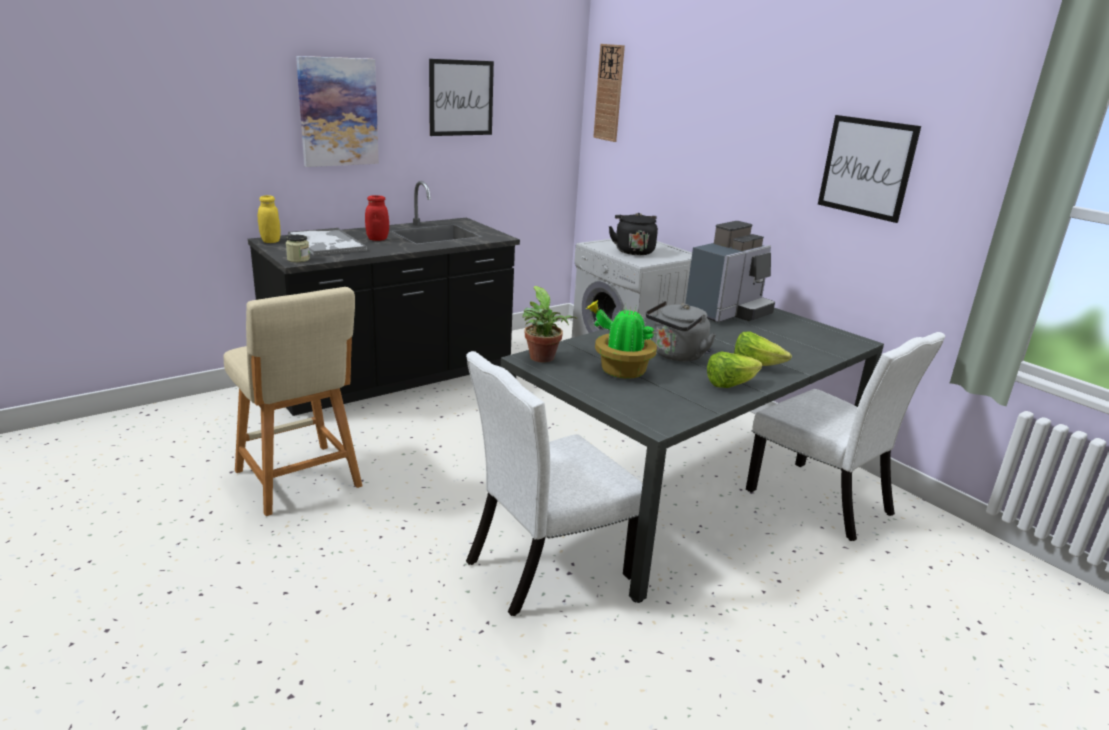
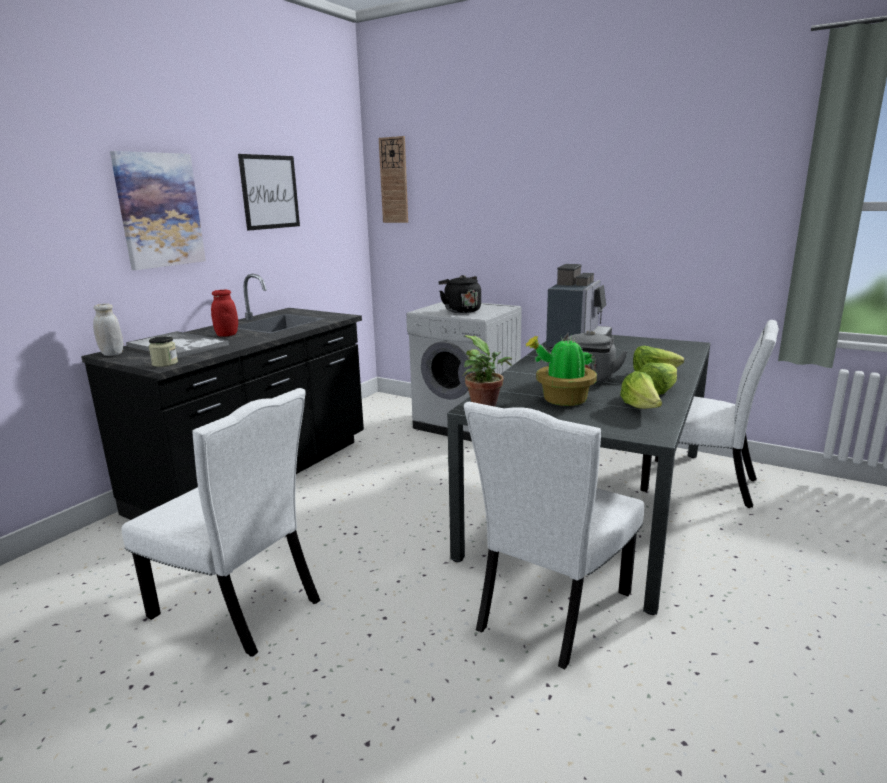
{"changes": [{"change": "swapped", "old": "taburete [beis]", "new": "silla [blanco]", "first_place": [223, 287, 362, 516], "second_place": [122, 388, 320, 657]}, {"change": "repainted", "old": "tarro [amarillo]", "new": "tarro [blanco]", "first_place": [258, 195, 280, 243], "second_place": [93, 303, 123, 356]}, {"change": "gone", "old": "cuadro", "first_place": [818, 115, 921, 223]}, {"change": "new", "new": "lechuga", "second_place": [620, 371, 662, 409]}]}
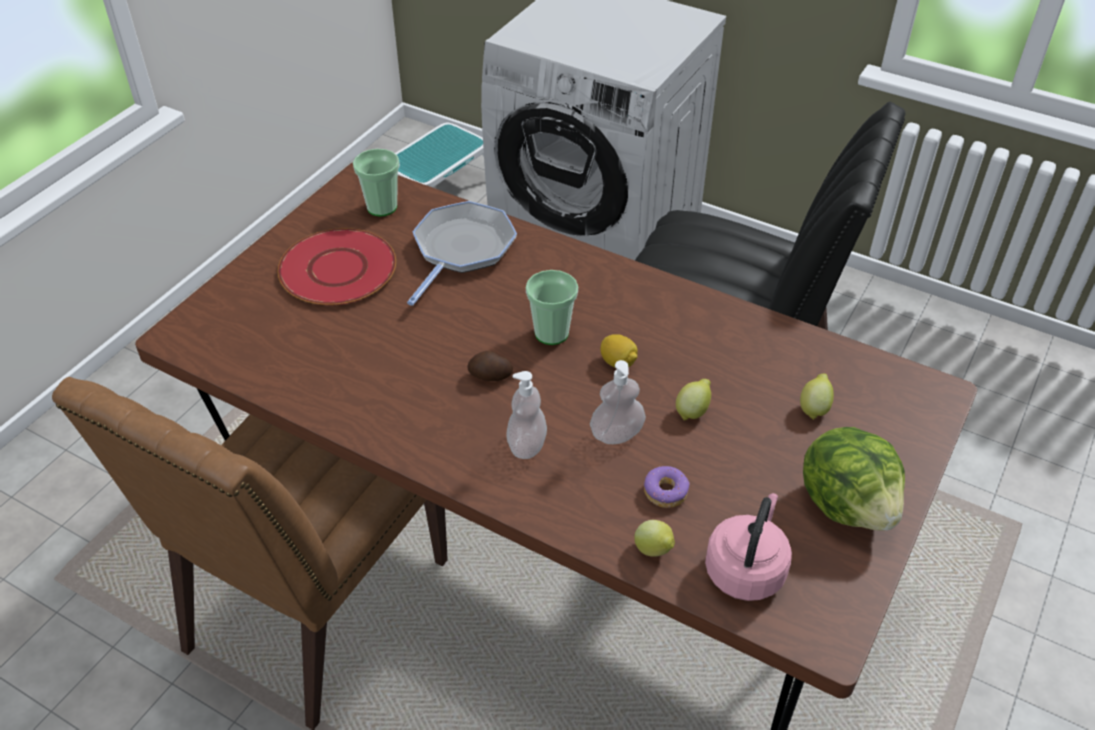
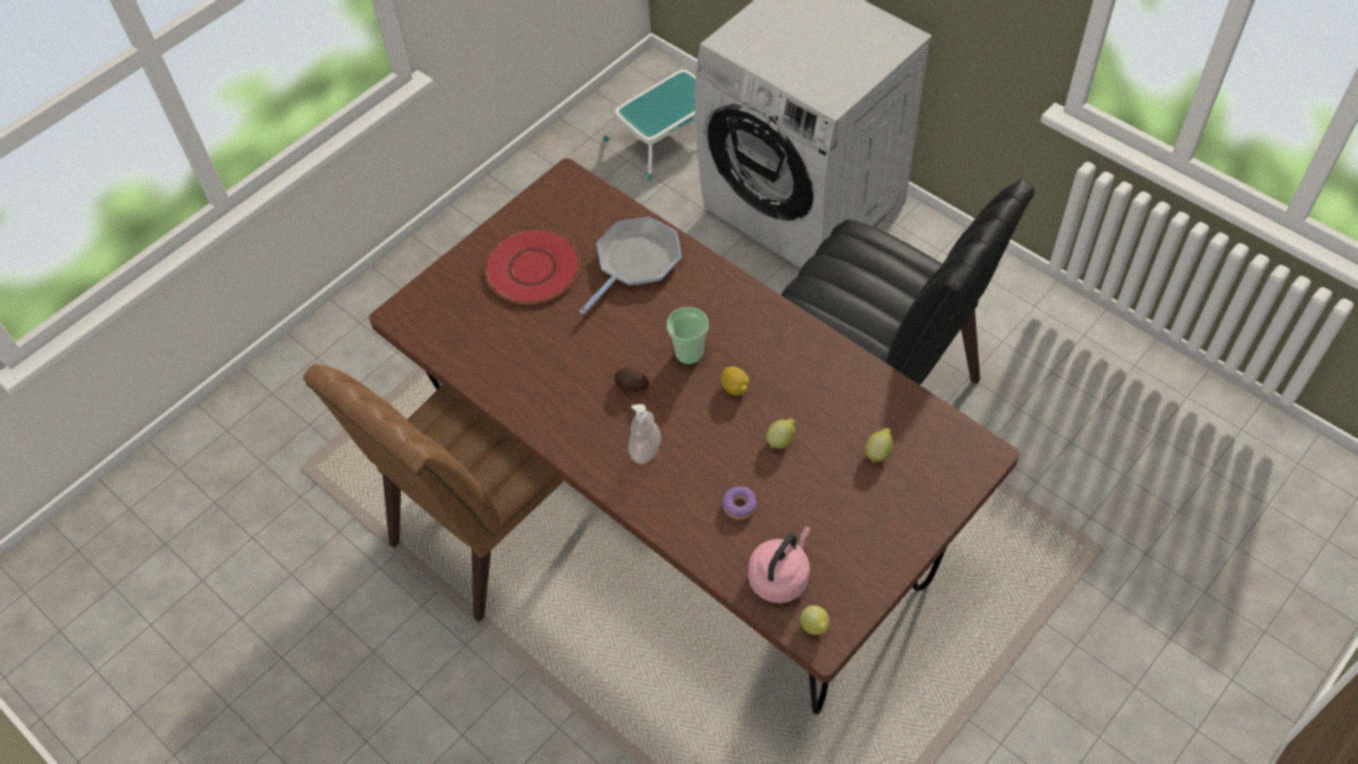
{"changes": [{"change": "gone", "old": "taza", "first_place": [353, 149, 400, 217]}, {"change": "gone", "old": "dispensador de jabón", "first_place": [590, 360, 646, 444]}, {"change": "shifted", "old": "limón", "first_place": [634, 520, 675, 557], "second_place": [800, 605, 829, 635]}, {"change": "gone", "old": "lechuga", "first_place": [803, 427, 905, 531]}]}
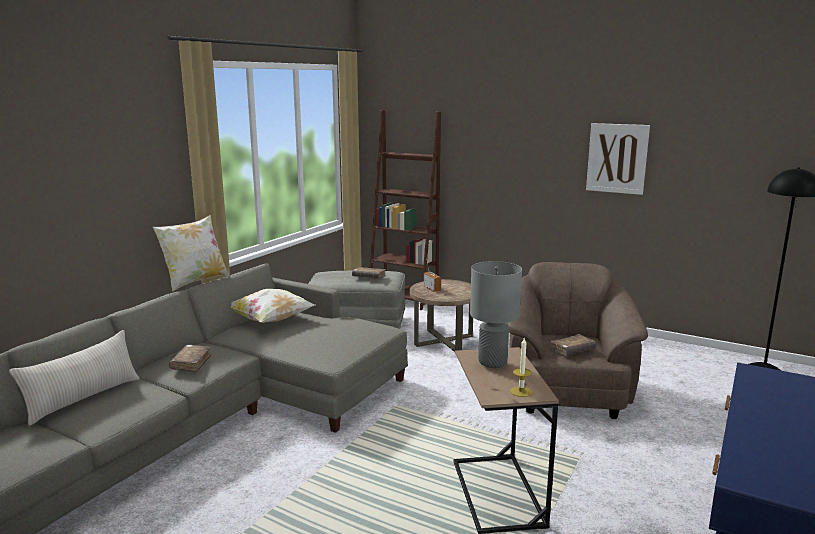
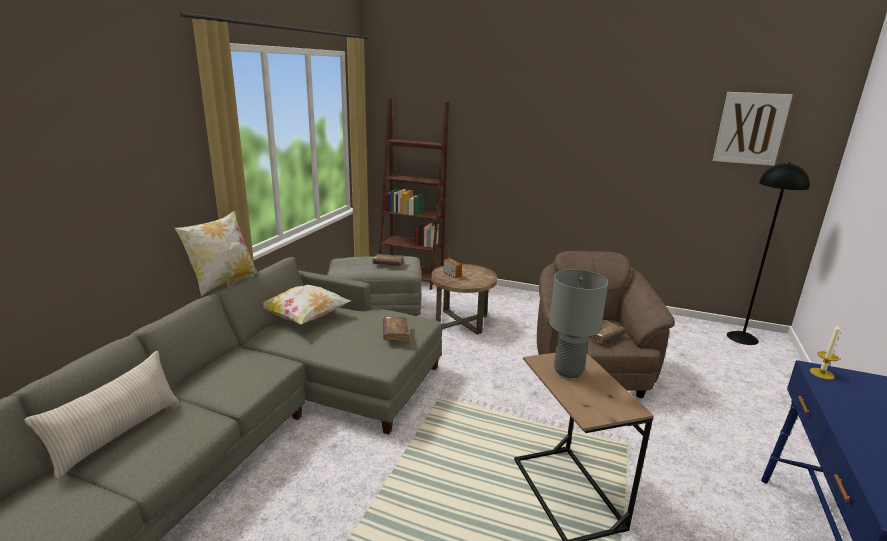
{"changes": [{"change": "shifted", "old": "libro [marrón]", "first_place": [169, 345, 211, 373], "second_place": [383, 317, 410, 343]}, {"change": "shifted", "old": "vela", "first_place": [510, 338, 532, 397], "second_place": [810, 324, 840, 380]}, {"change": "shifted", "old": "cuadro", "first_place": [586, 123, 650, 195], "second_place": [713, 92, 793, 166]}]}
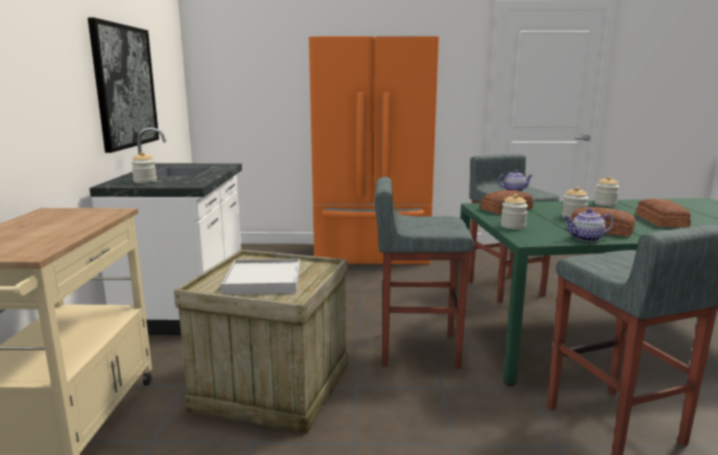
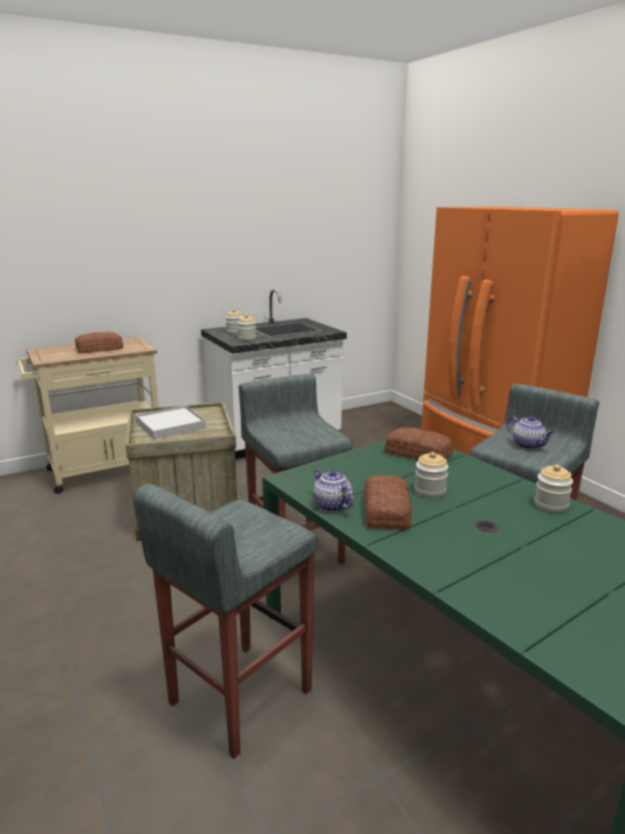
{"changes": [{"change": "gone", "old": "cuadro", "first_place": [88, 17, 159, 153]}, {"change": "shifted", "old": "tarro", "first_place": [501, 194, 528, 229], "second_place": [238, 314, 256, 341]}, {"change": "shifted", "old": "pan", "first_place": [636, 199, 691, 227], "second_place": [75, 332, 123, 354]}]}
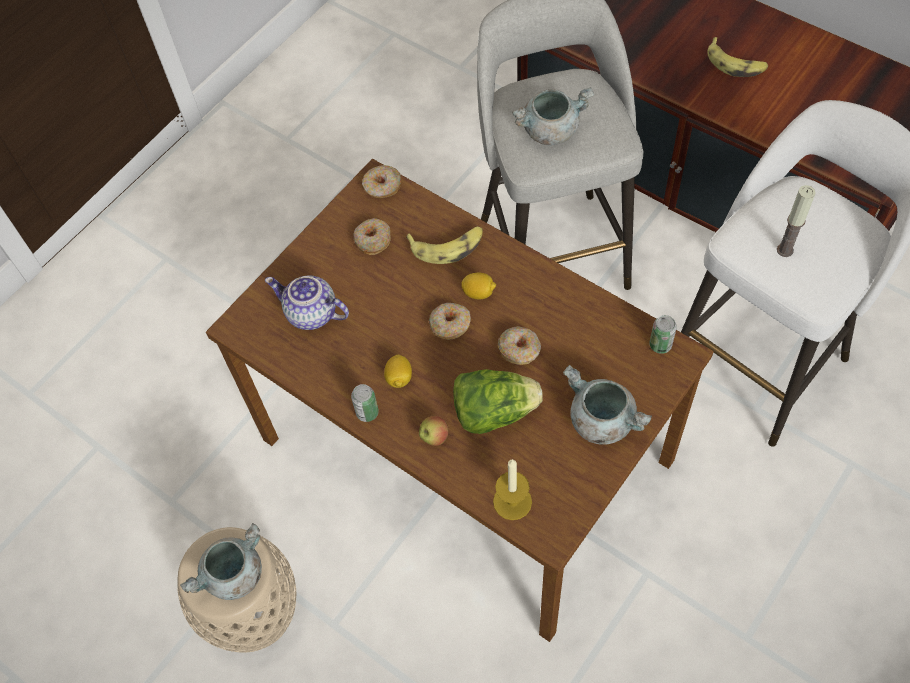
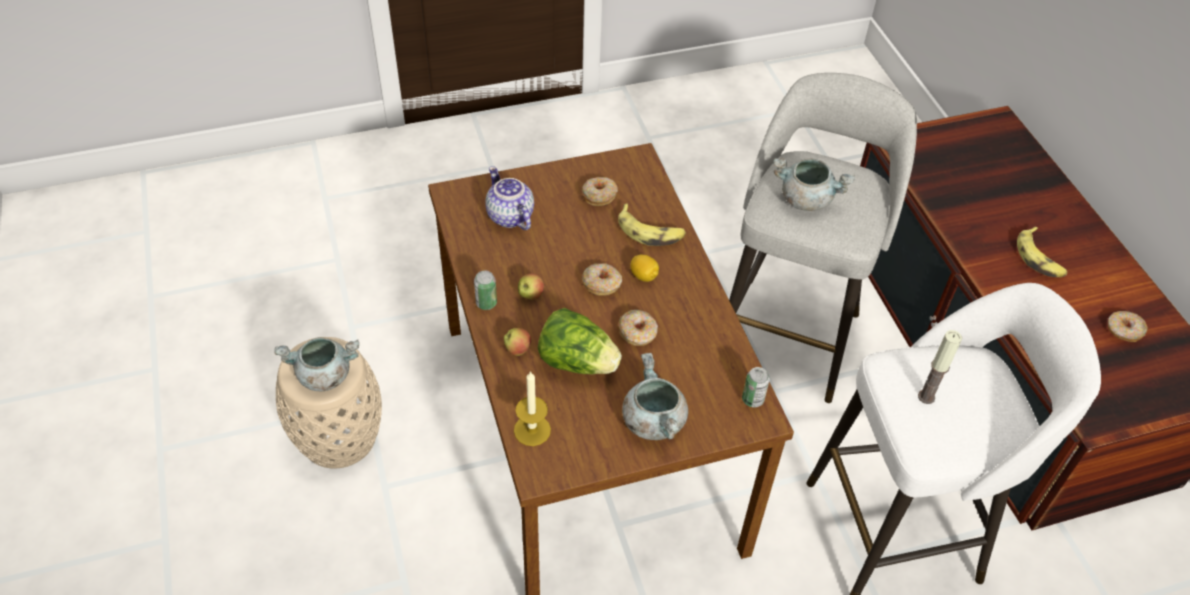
{"changes": [{"change": "shifted", "old": "rosquilla", "first_place": [362, 165, 401, 198], "second_place": [1108, 311, 1148, 342]}, {"change": "swapped", "old": "limón", "new": "manzana", "first_place": [384, 355, 412, 388], "second_place": [518, 273, 544, 300]}]}
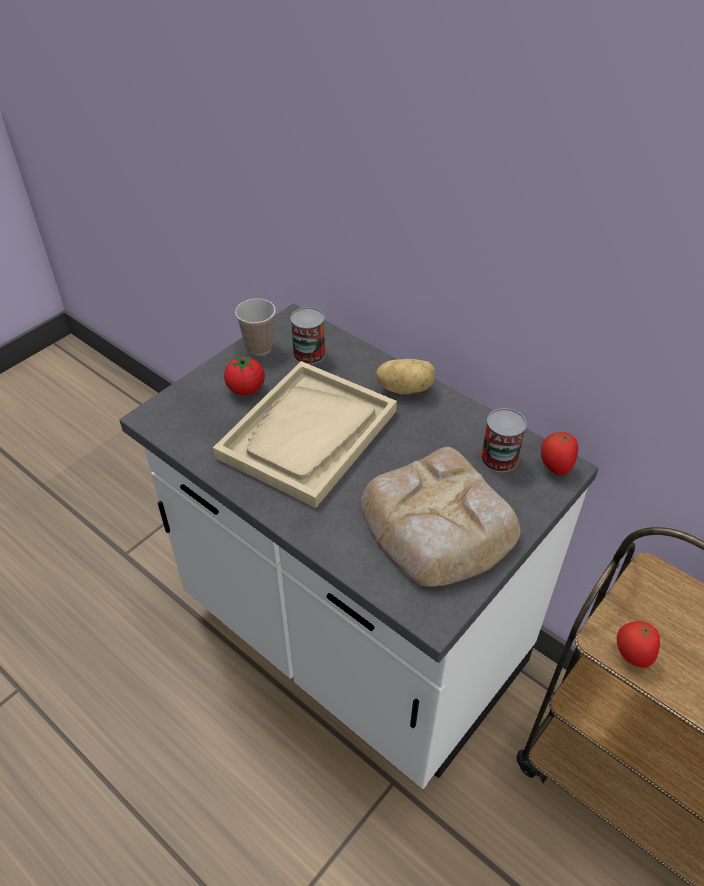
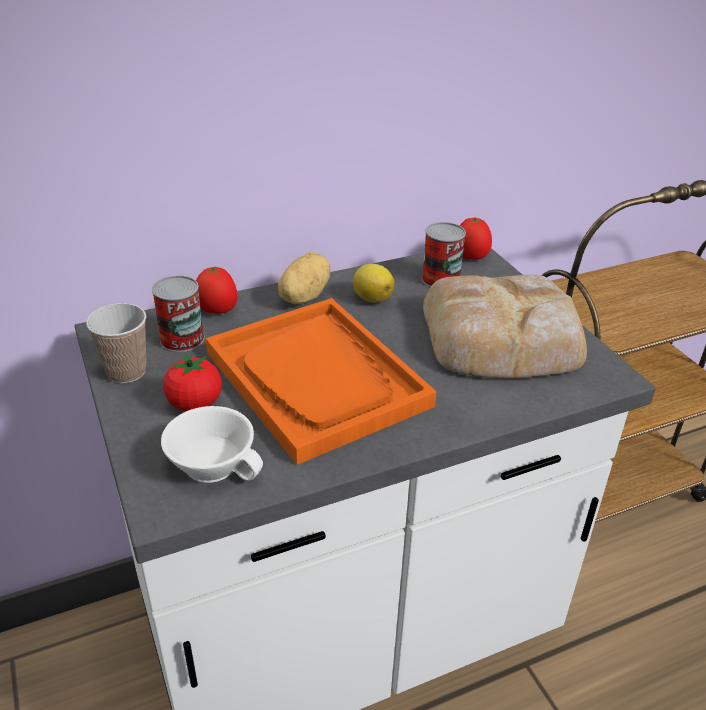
{"changes": [{"change": "repainted", "old": "bandeja [beis]", "new": "bandeja [naranja]", "first_place": [213, 361, 397, 508], "second_place": [206, 298, 437, 465]}, {"change": "shifted", "old": "tomate", "first_place": [617, 620, 660, 668], "second_place": [196, 266, 237, 314]}, {"change": "new", "new": "taza [blanco]", "second_place": [161, 406, 263, 483]}, {"change": "new", "new": "limón", "second_place": [353, 264, 394, 303]}]}
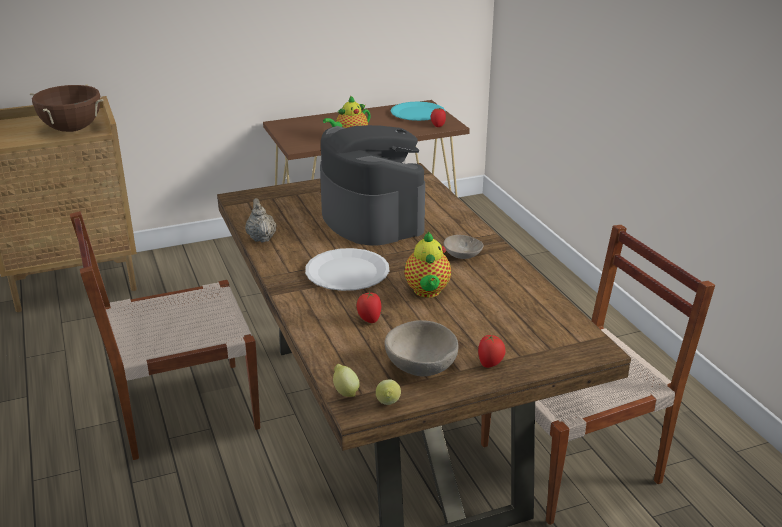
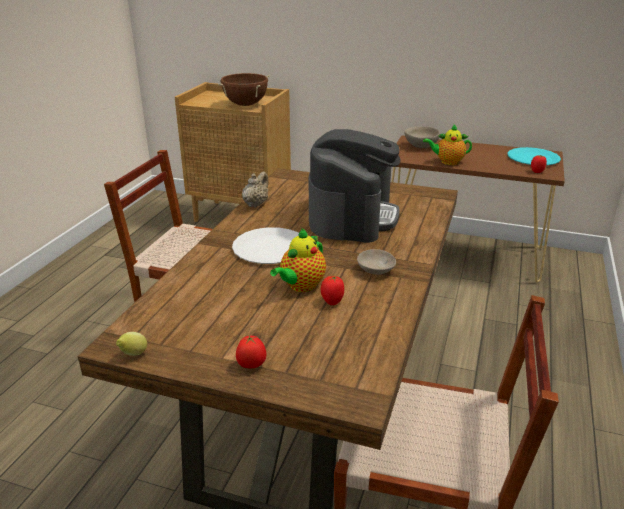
{"changes": [{"change": "gone", "old": "limón", "first_place": [333, 364, 360, 397]}, {"change": "shifted", "old": "tomate", "first_place": [357, 292, 381, 323], "second_place": [320, 275, 344, 305]}, {"change": "shifted", "old": "cuenco [beis]", "first_place": [385, 320, 459, 377], "second_place": [405, 126, 440, 148]}]}
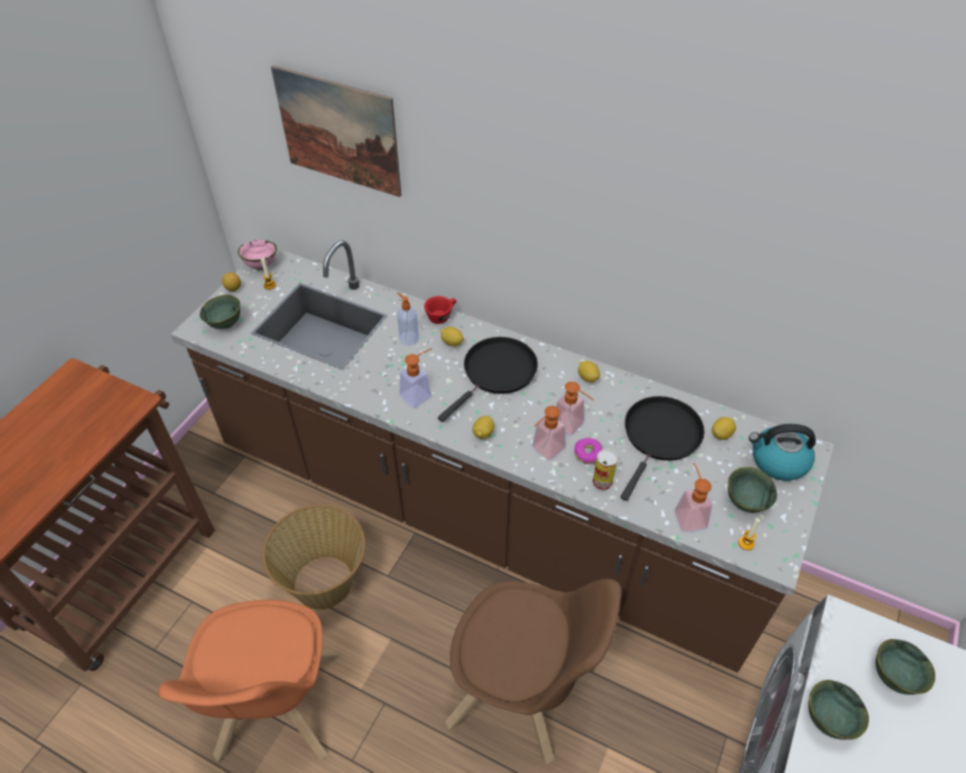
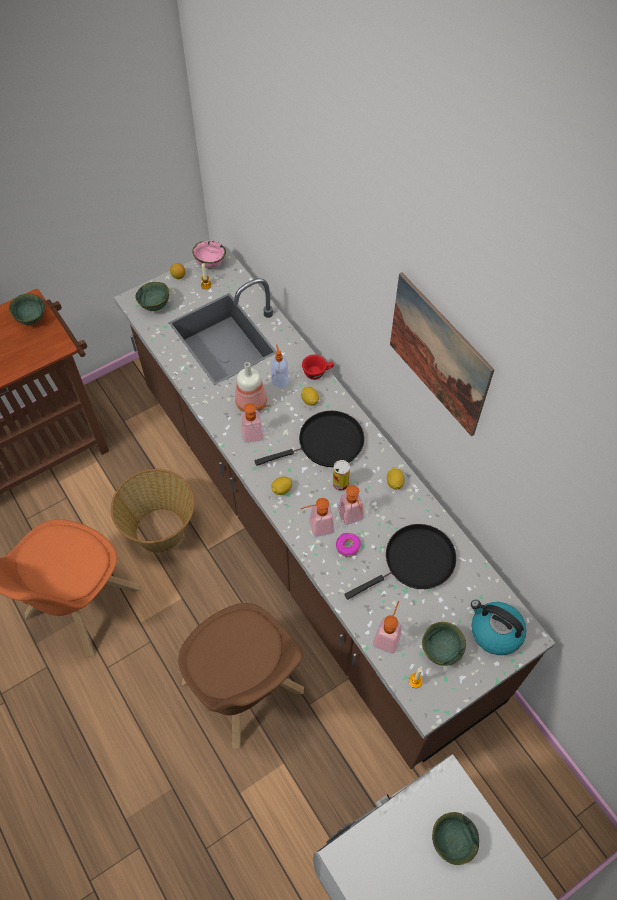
{"changes": [{"change": "shifted", "old": "cuadro", "first_place": [271, 66, 402, 197], "second_place": [390, 272, 495, 437]}, {"change": "shifted", "old": "lata", "first_place": [593, 449, 618, 491], "second_place": [333, 460, 350, 491]}, {"change": "gone", "old": "limón", "first_place": [712, 417, 736, 440]}, {"change": "shifted", "old": "cuenco [verde]", "first_place": [808, 680, 869, 740], "second_place": [9, 294, 45, 325]}, {"change": "new", "new": "botella", "second_place": [235, 362, 267, 412]}]}
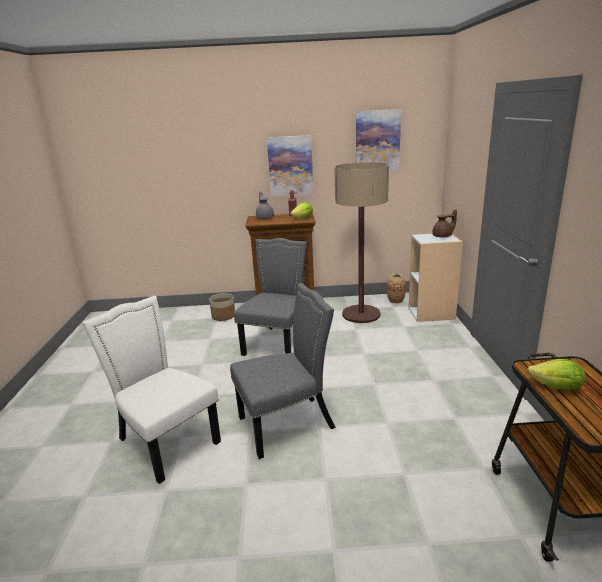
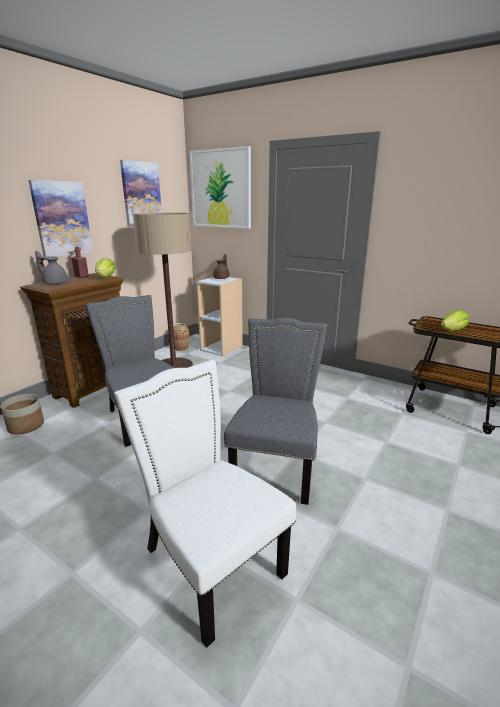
{"changes": [{"change": "rotated", "old": "silla [blanco]", "first_place": [82, 296, 221, 484], "second_place": [114, 360, 296, 648], "degrees": 60}, {"change": "new", "new": "cuadro", "second_place": [189, 146, 251, 229]}]}
